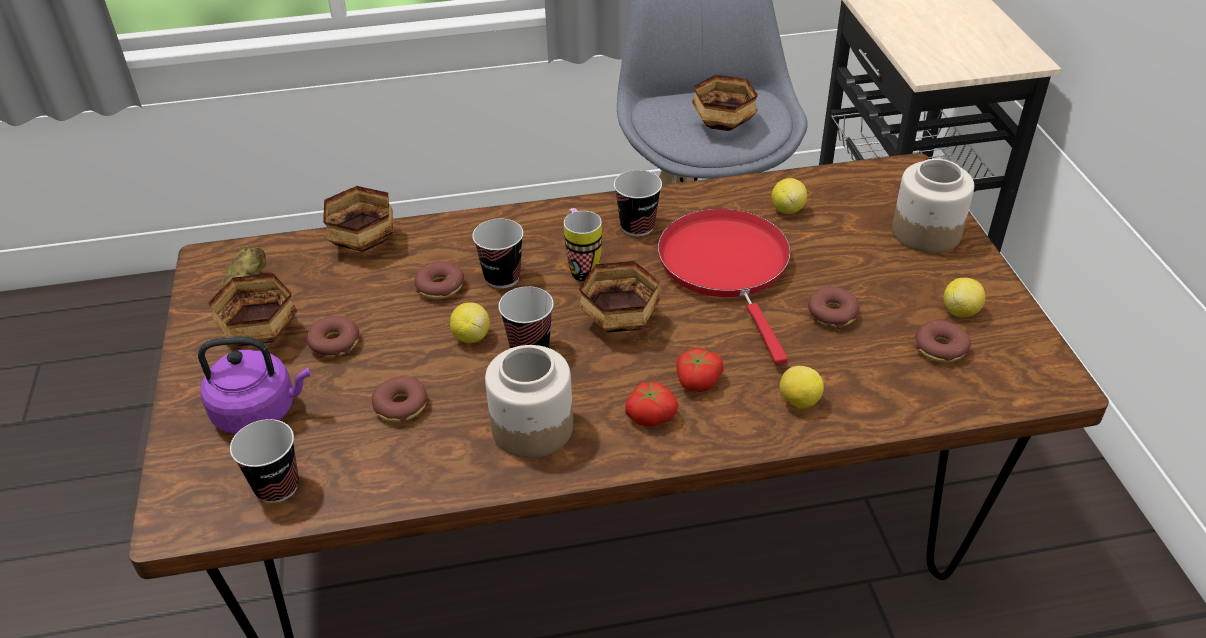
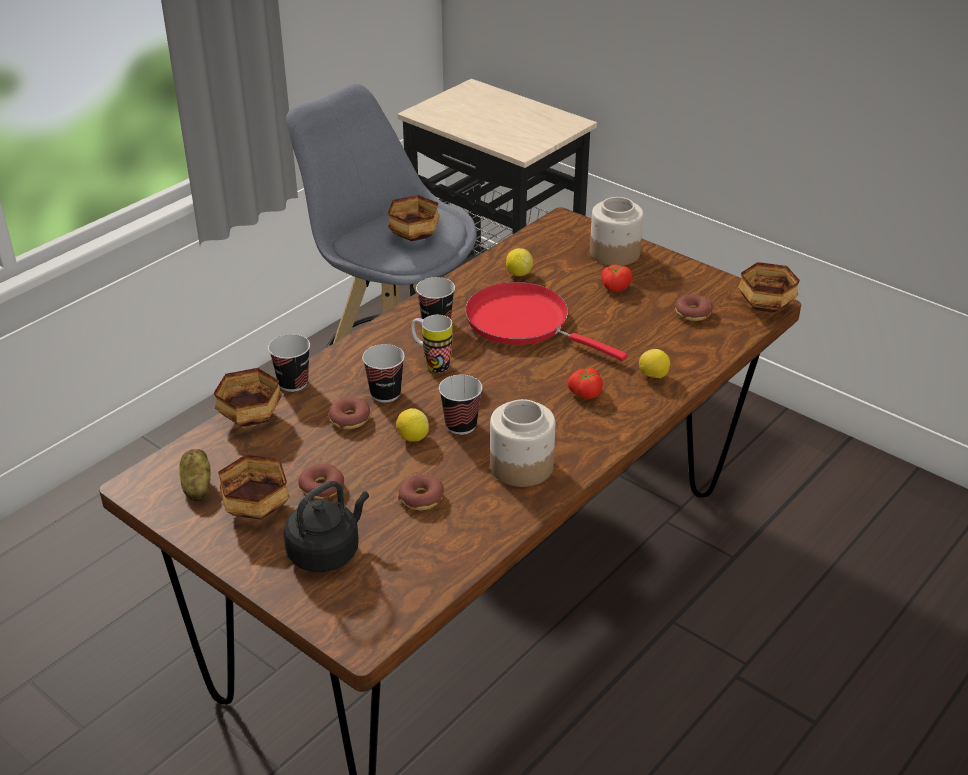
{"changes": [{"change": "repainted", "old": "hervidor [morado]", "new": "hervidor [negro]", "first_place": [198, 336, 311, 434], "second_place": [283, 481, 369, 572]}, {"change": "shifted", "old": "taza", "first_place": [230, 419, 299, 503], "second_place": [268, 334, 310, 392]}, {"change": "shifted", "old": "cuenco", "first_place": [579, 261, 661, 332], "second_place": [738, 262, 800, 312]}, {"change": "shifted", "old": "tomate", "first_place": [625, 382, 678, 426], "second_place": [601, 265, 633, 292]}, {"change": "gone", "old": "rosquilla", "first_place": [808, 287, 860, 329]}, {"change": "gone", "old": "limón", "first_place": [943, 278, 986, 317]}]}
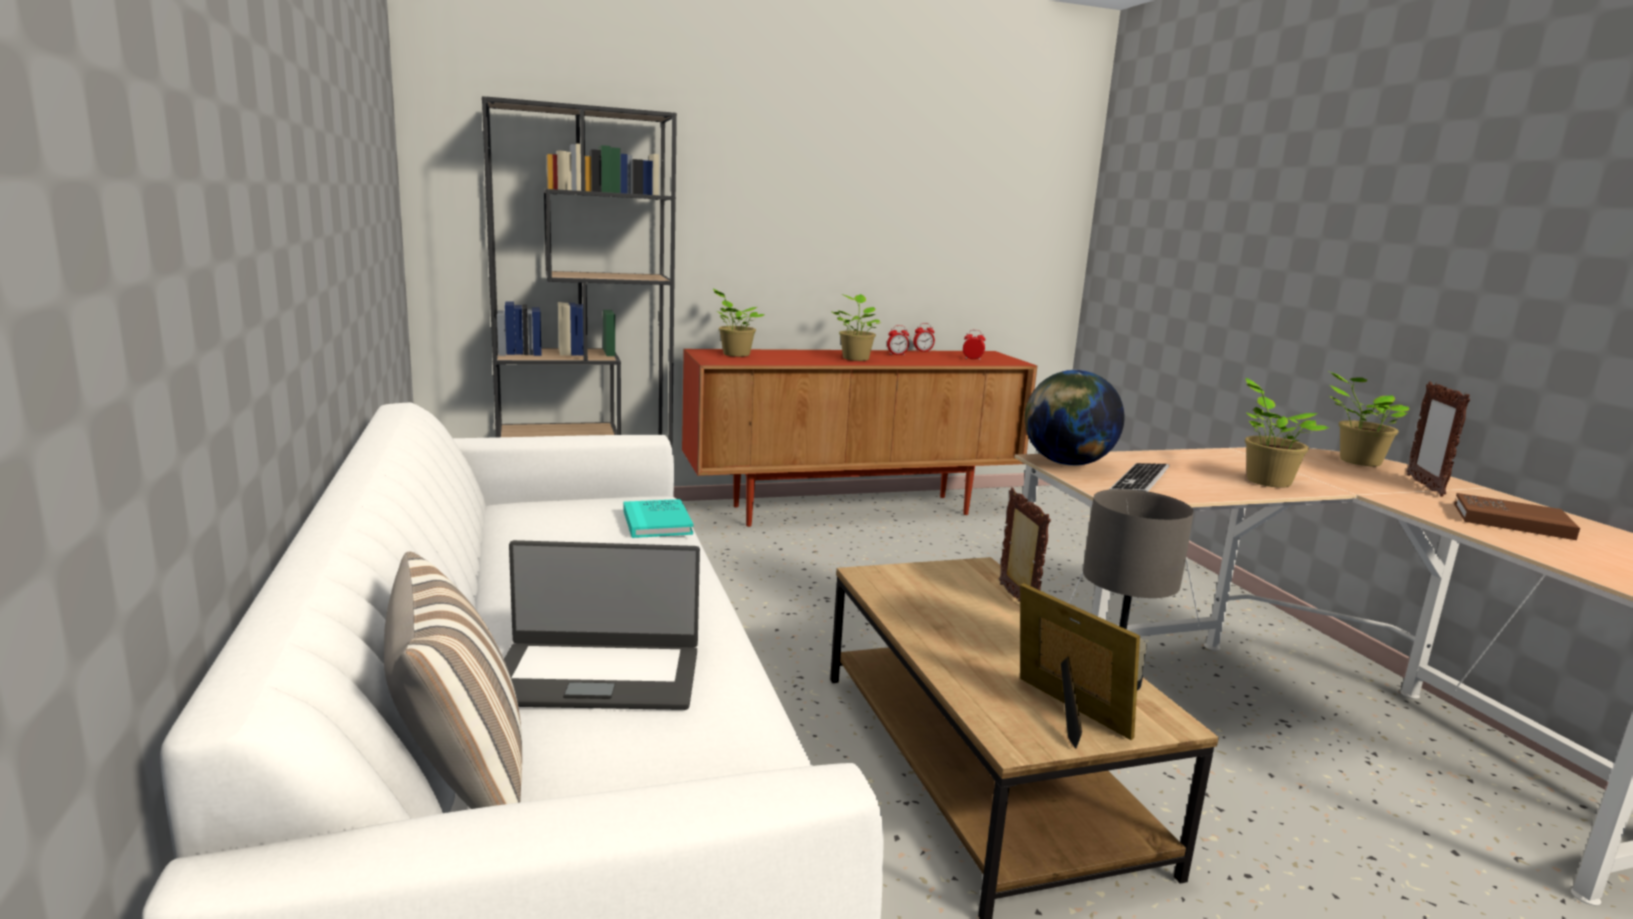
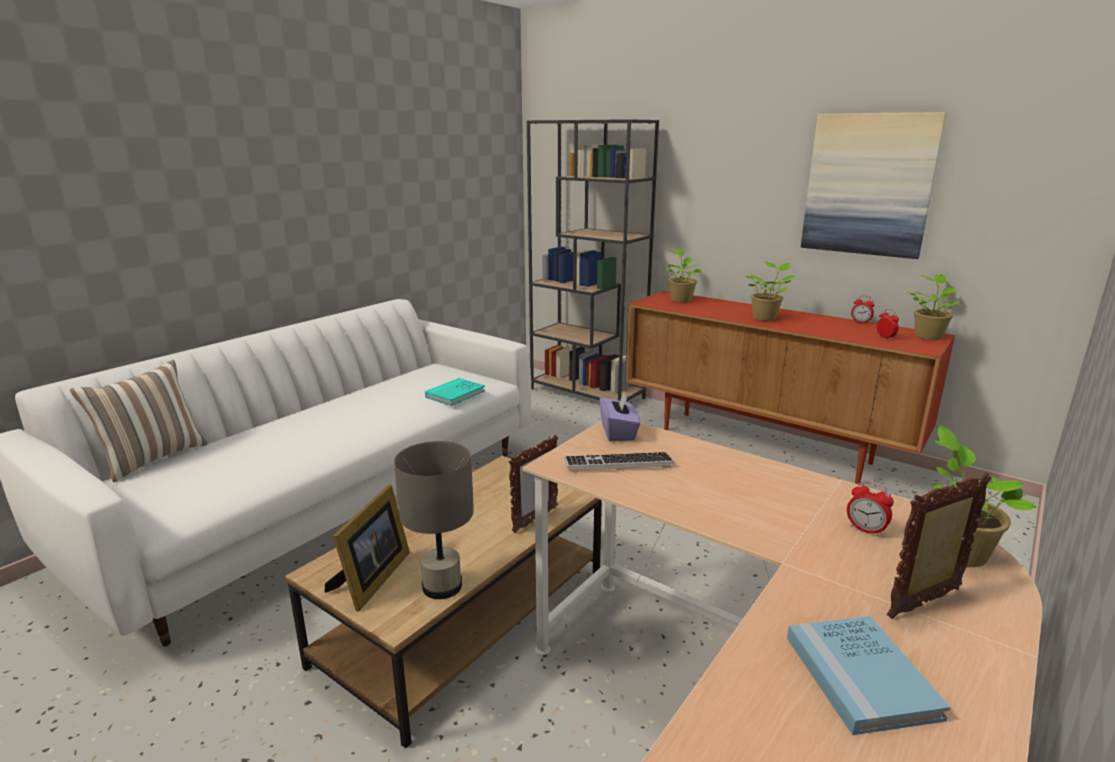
{"changes": [{"change": "gone", "old": "portátil", "first_place": [504, 540, 700, 710]}, {"change": "shifted", "old": "despertador", "first_place": [887, 325, 909, 355], "second_place": [847, 480, 894, 536]}, {"change": "swapped", "old": "globo terráqueo", "new": "caja de pañuelos [morado]", "first_place": [1025, 370, 1124, 466], "second_place": [600, 391, 640, 442]}, {"change": "shifted", "old": "planta en maceta", "first_place": [1245, 378, 1329, 488], "second_place": [908, 274, 961, 340]}, {"change": "repainted", "old": "libro [marrón]", "new": "libro [azul]", "first_place": [1454, 493, 1580, 540], "second_place": [787, 616, 950, 735]}, {"change": "new", "new": "cuadro", "second_place": [801, 112, 947, 259]}]}
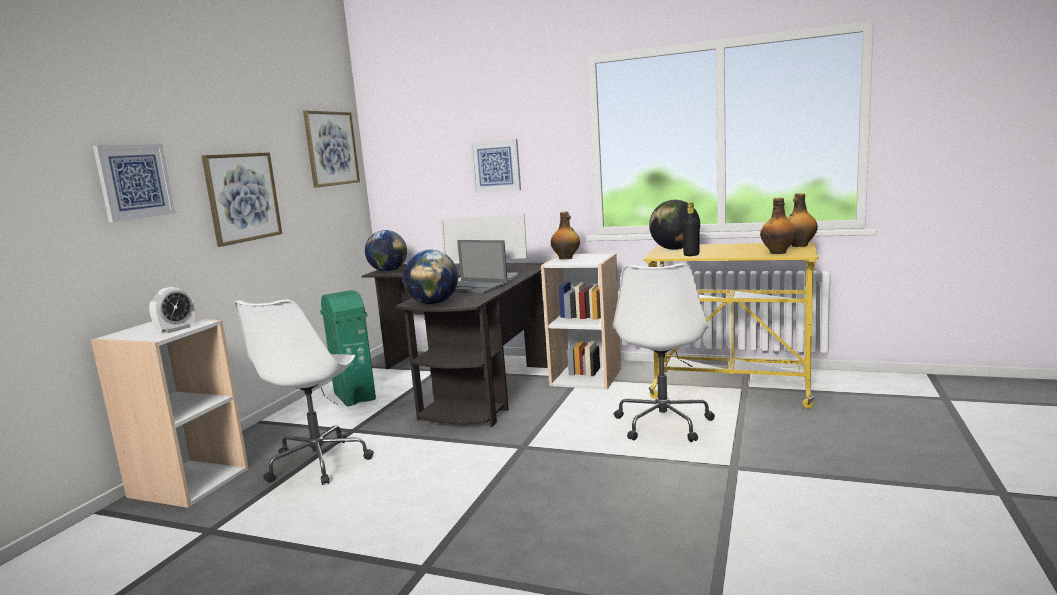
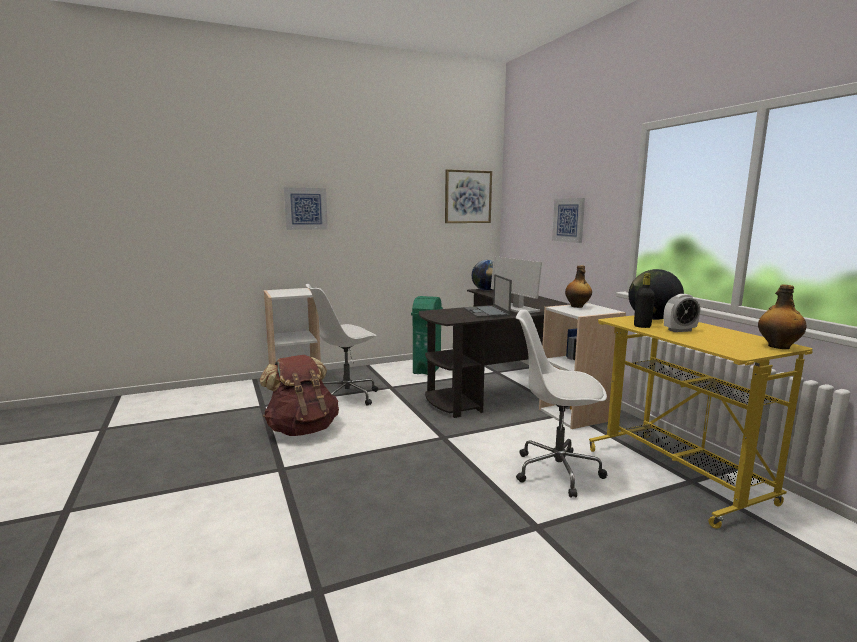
{"changes": [{"change": "shifted", "old": "despertador", "first_place": [149, 287, 195, 333], "second_place": [664, 294, 700, 332]}, {"change": "gone", "old": "cuadro", "first_place": [202, 152, 282, 247]}, {"change": "gone", "old": "globo terráqueo", "first_place": [403, 250, 458, 304]}, {"change": "rotated", "old": "silla de oficina [blanco]", "first_place": [613, 263, 715, 442], "second_place": [516, 310, 608, 498], "degrees": 45}, {"change": "gone", "old": "botella", "first_place": [760, 198, 797, 254]}, {"change": "new", "new": "mochila [marrón]", "second_place": [259, 355, 339, 436]}]}
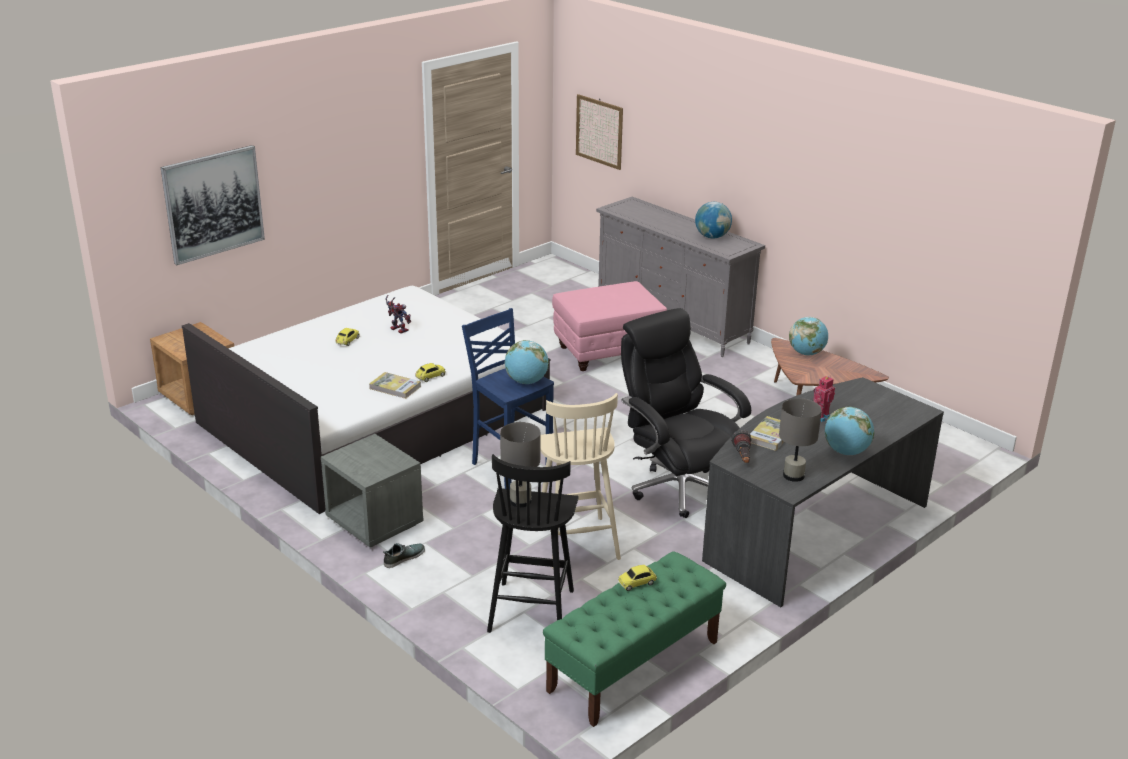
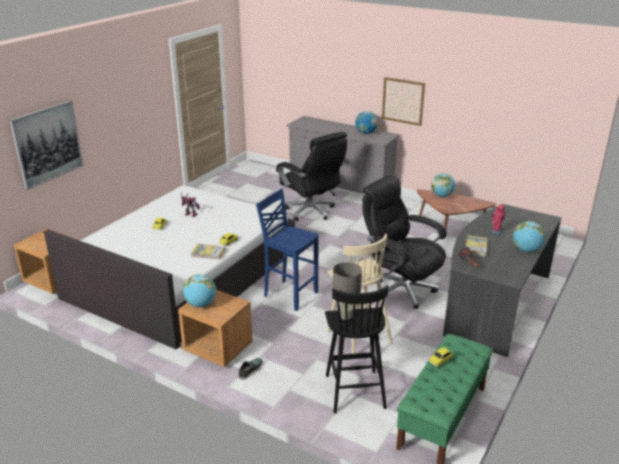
{"changes": [{"change": "repainted", "old": "mesita de noche [gris]", "new": "mesita de noche [marrón]", "first_place": [321, 434, 424, 547], "second_place": [178, 290, 253, 367]}, {"change": "shifted", "old": "globo terráqueo", "first_place": [505, 340, 549, 384], "second_place": [183, 274, 216, 307]}, {"change": "swapped", "old": "puf [rosa]", "new": "silla de oficina [negro]", "first_place": [552, 281, 667, 371], "second_place": [276, 132, 347, 221]}, {"change": "shifted", "old": "cuadro", "first_place": [576, 94, 623, 170], "second_place": [382, 77, 425, 126]}, {"change": "gone", "old": "lámpara de mesa [gris]", "first_place": [779, 398, 822, 482]}]}
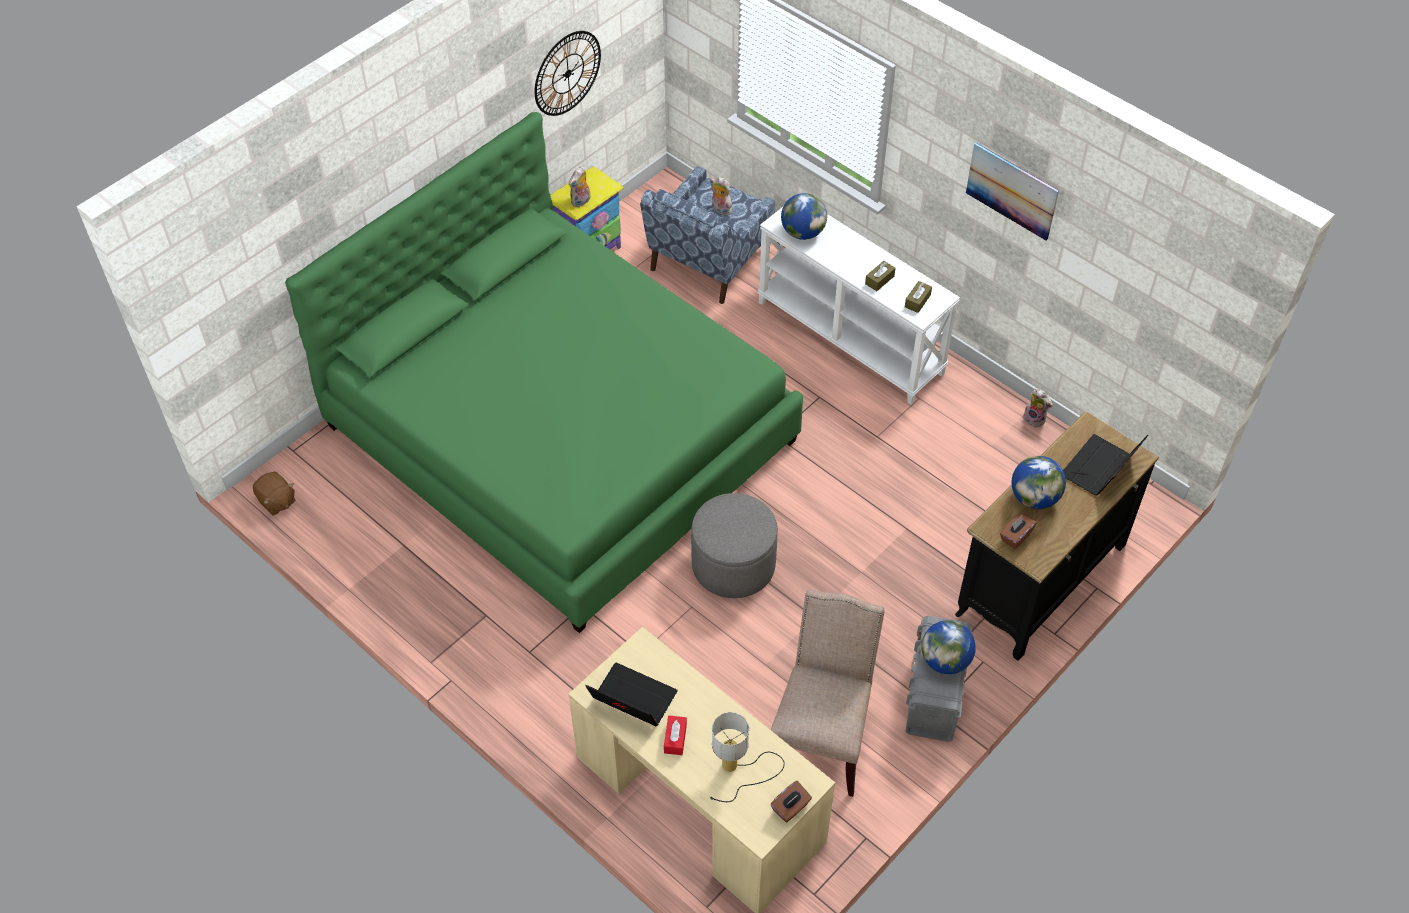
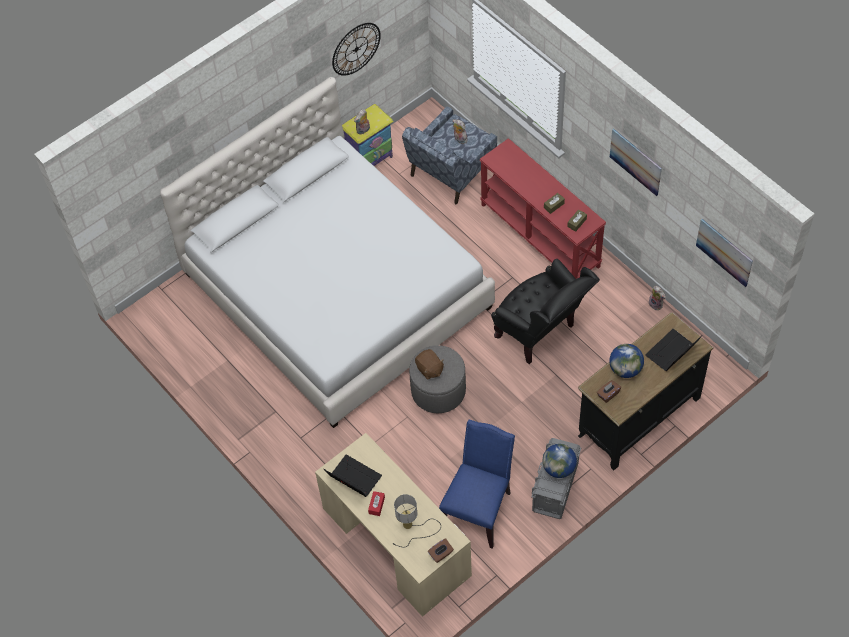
{"changes": [{"change": "shifted", "old": "peluche [marrón]", "first_place": [253, 471, 296, 516], "second_place": [415, 349, 444, 380]}, {"change": "repainted", "old": "cama [verde]", "new": "cama [blanco]", "first_place": [285, 112, 803, 633], "second_place": [160, 77, 495, 428]}, {"change": "repainted", "old": "mesa consola [blanco]", "new": "mesa consola [rojo]", "first_place": [757, 207, 960, 405], "second_place": [480, 138, 606, 279]}, {"change": "repainted", "old": "silla [beis]", "new": "silla [azul]", "first_place": [771, 590, 885, 797], "second_place": [439, 420, 515, 549]}, {"change": "gone", "old": "globo terráqueo", "first_place": [781, 193, 827, 240]}, {"change": "new", "new": "sillón [negro]", "second_place": [491, 259, 600, 364]}, {"change": "new", "new": "cuadro", "second_place": [696, 219, 753, 287]}]}
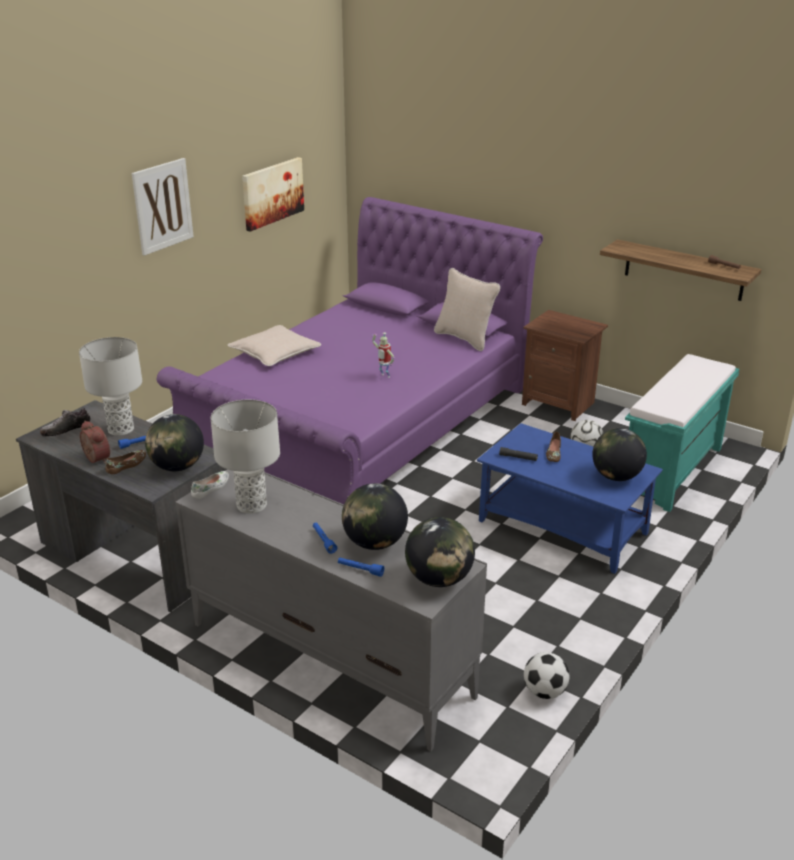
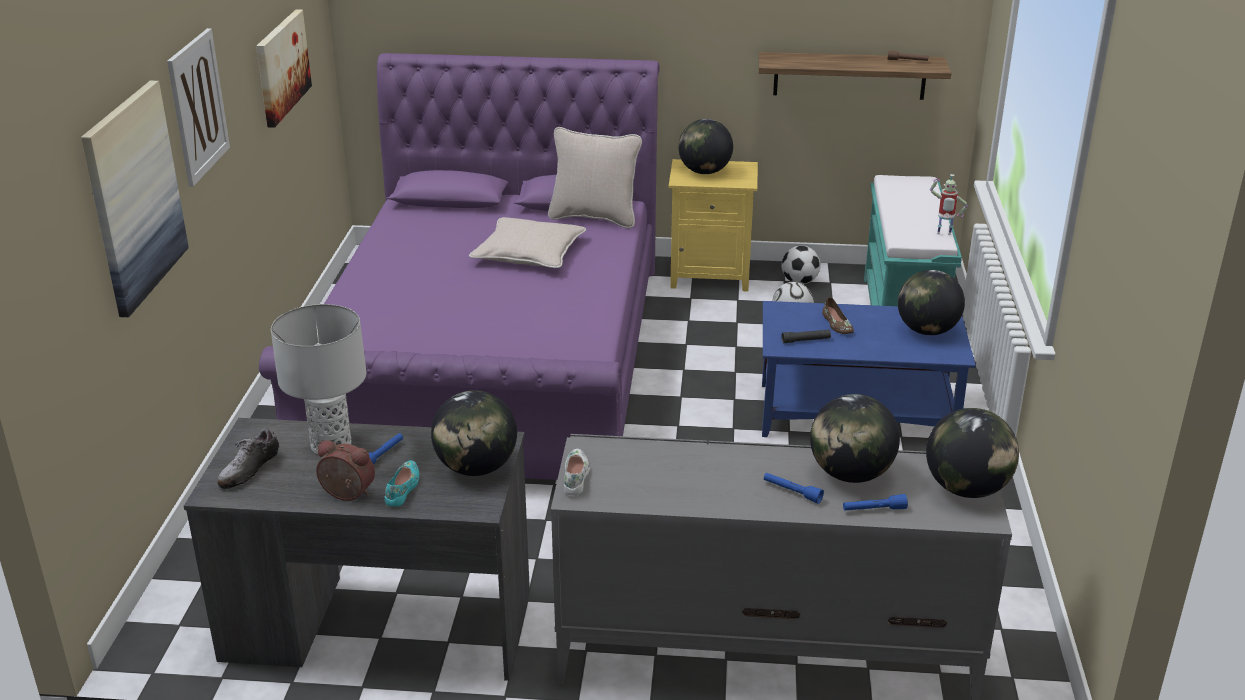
{"changes": [{"change": "repainted", "old": "zapato [marrón]", "new": "zapato [turquesa]", "first_place": [105, 450, 146, 474], "second_place": [385, 460, 419, 507]}, {"change": "gone", "old": "lámpara de mesa [blanco]", "first_place": [211, 400, 280, 514]}, {"change": "shifted", "old": "cojín [beis]", "first_place": [228, 325, 321, 366], "second_place": [469, 217, 586, 268]}, {"change": "shifted", "old": "robot de juguete", "first_place": [372, 332, 395, 378], "second_place": [930, 174, 968, 235]}, {"change": "repainted", "old": "mesita de noche [marrón]", "new": "mesita de noche [amarillo]", "first_place": [522, 310, 608, 421], "second_place": [669, 159, 758, 292]}, {"change": "shifted", "old": "balón de fútbol", "first_place": [524, 652, 569, 699], "second_place": [781, 246, 821, 284]}, {"change": "new", "new": "cuadro", "second_place": [81, 81, 189, 317]}, {"change": "new", "new": "globo terráqueo", "second_place": [678, 119, 733, 174]}]}
